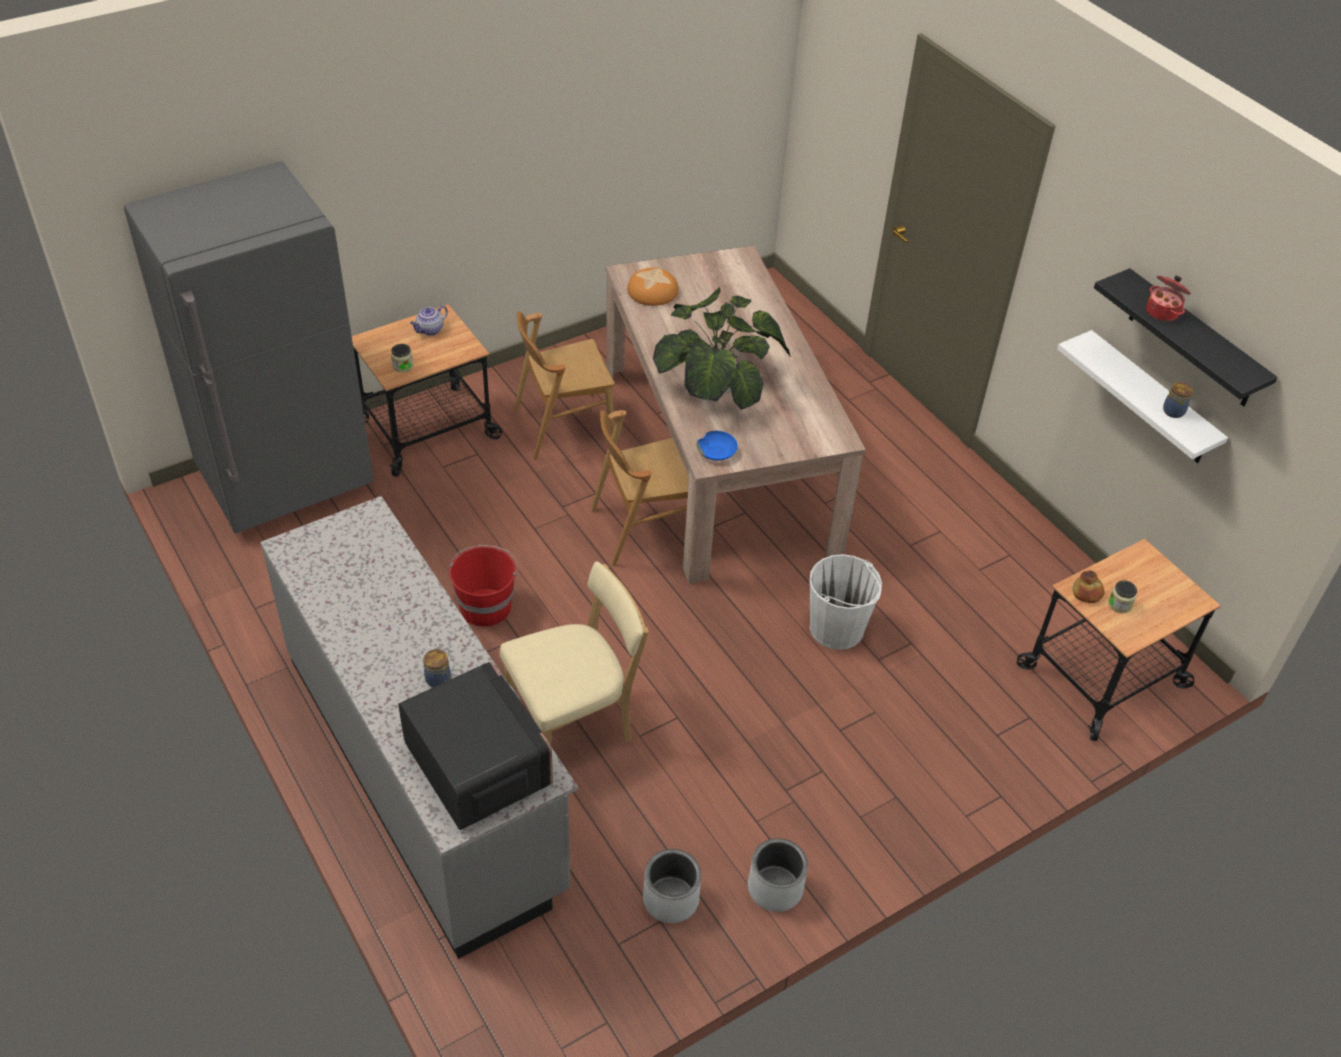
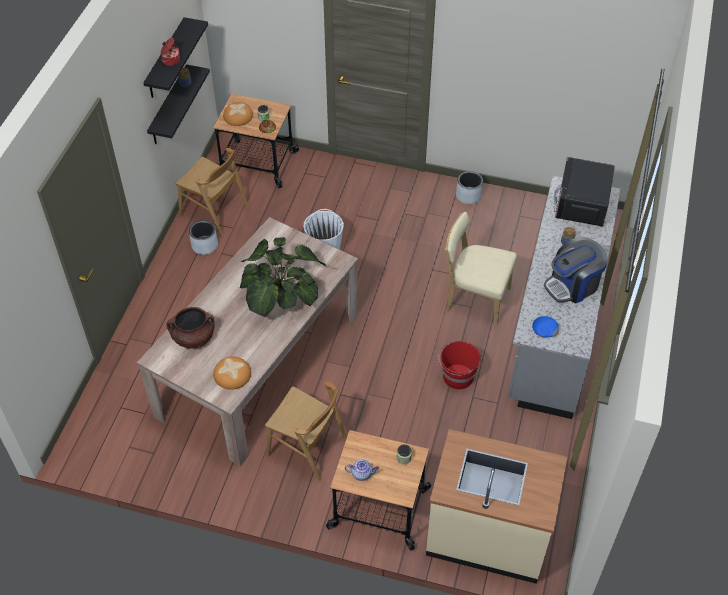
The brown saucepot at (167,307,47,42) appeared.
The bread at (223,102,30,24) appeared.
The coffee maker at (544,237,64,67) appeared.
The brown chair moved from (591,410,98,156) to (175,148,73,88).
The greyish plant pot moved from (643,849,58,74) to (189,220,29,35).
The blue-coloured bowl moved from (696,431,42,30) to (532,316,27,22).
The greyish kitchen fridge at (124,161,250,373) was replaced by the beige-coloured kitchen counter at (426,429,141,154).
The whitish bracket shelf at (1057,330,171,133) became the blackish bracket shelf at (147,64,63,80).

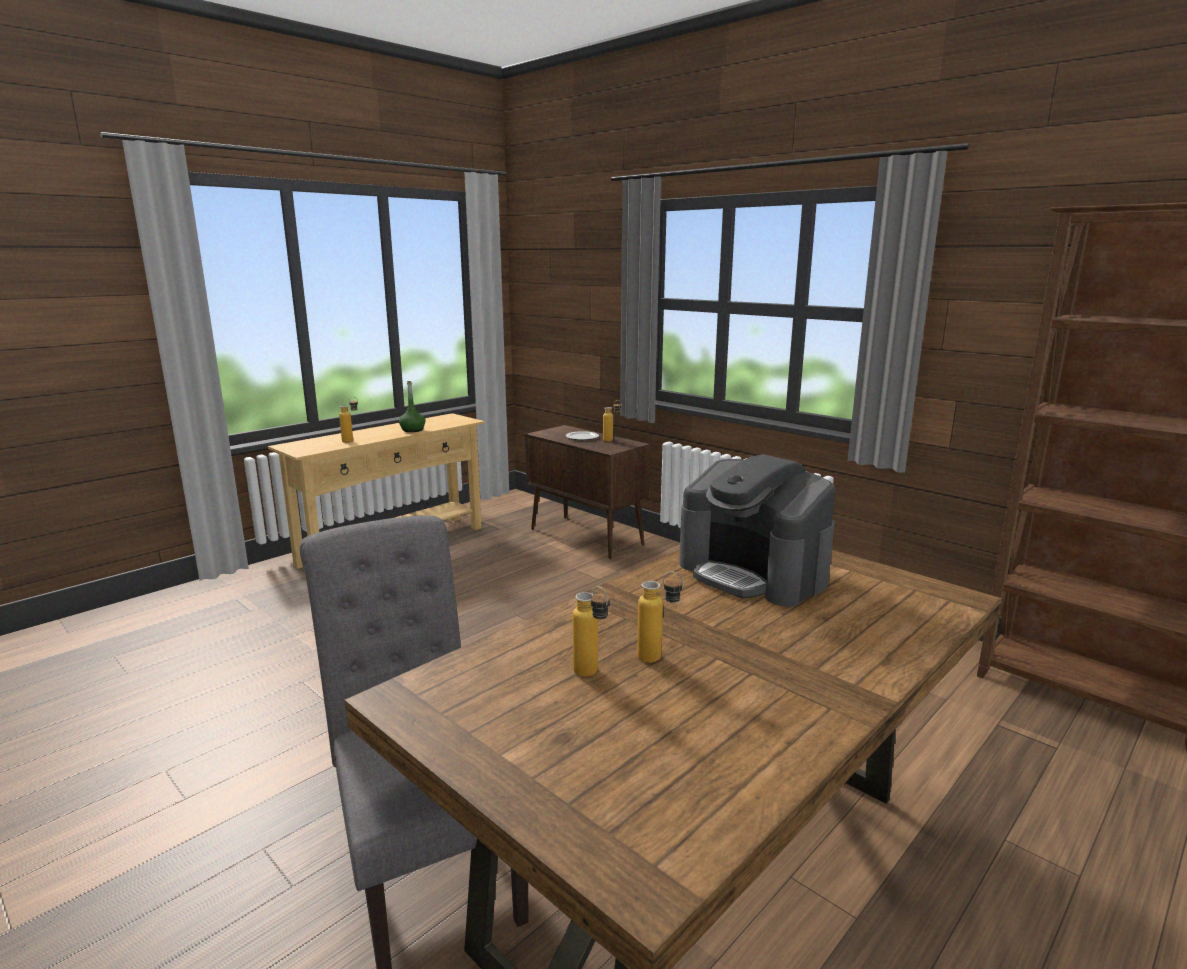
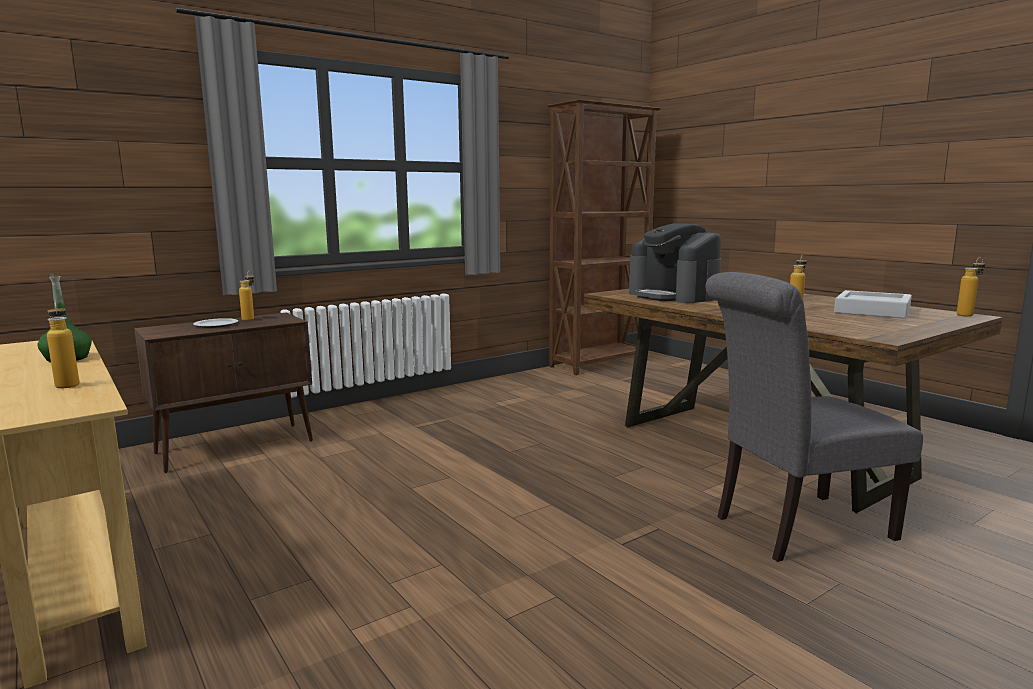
The greyish serving tray at (834,290,78,29) appeared.
The bottle moved from (573,586,37,91) to (957,257,28,60).
The coffee maker at (679,454,157,152) turned 90 degrees clockwise.

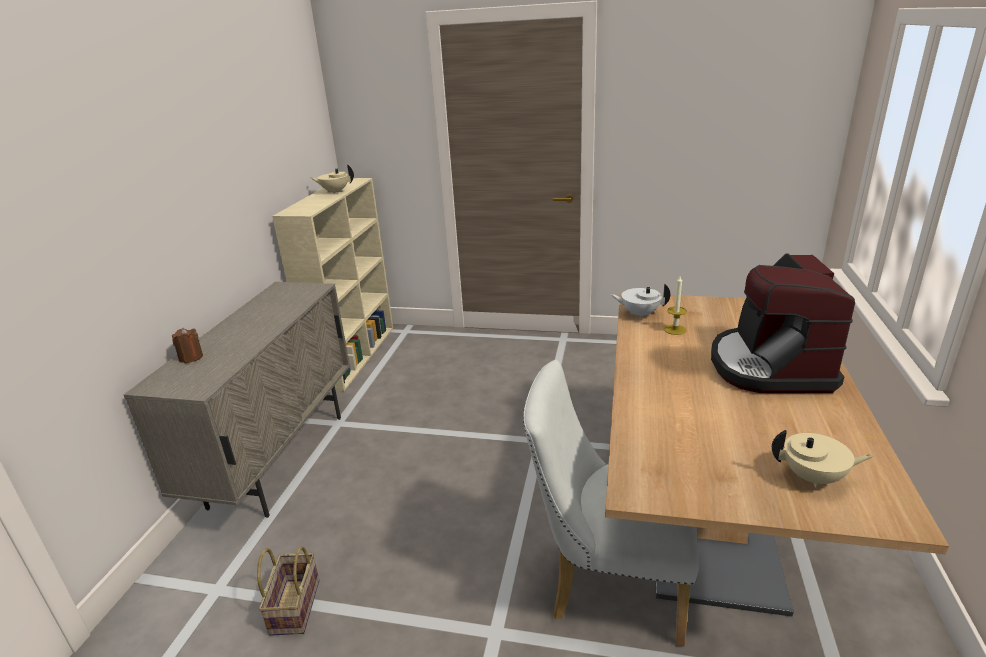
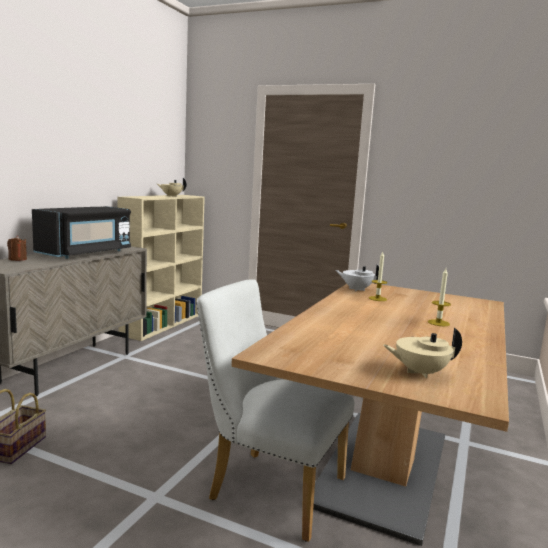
The blackish microwave at (32,206,99,53) appeared.
The coffee maker at (711,253,144,141) was replaced by the wax candle at (428,268,23,58).
The beige-coloured teapot at (772,430,101,59) turned 150 degrees clockwise.

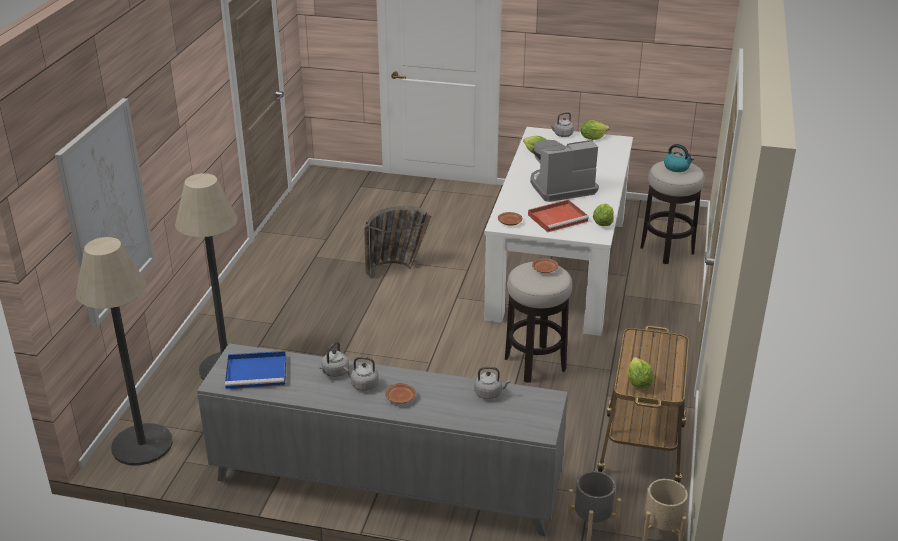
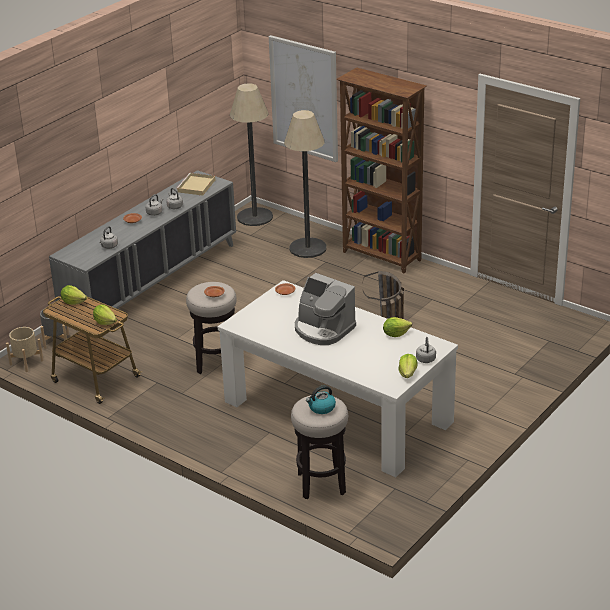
The reddish serving tray at (528,200,61,32) disappeared.
The brown bookshelf at (336,67,91,206) appeared.
The head of lettuce moved from (593,203,21,23) to (93,304,24,21).
The blue-coloured serving tray at (225,351,61,38) became the beige-coloured serving tray at (176,173,39,23).
The coffee maker at (530,140,69,62) turned 120 degrees clockwise.

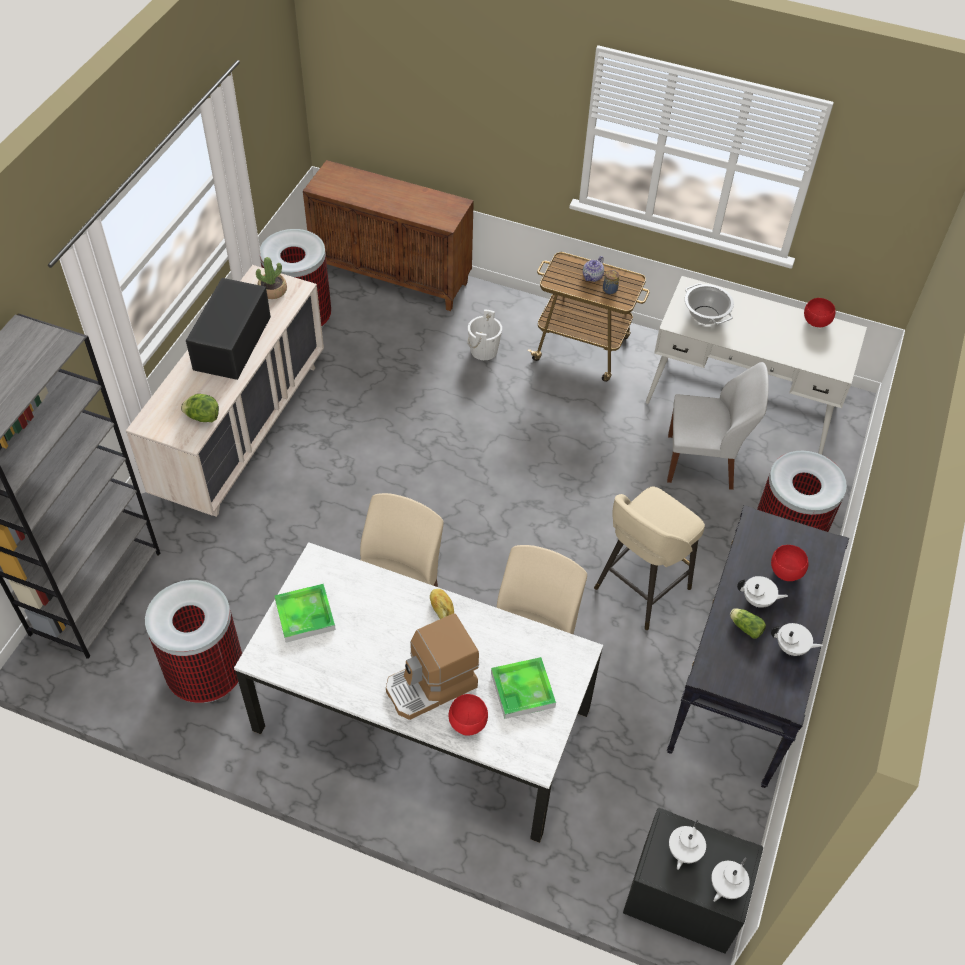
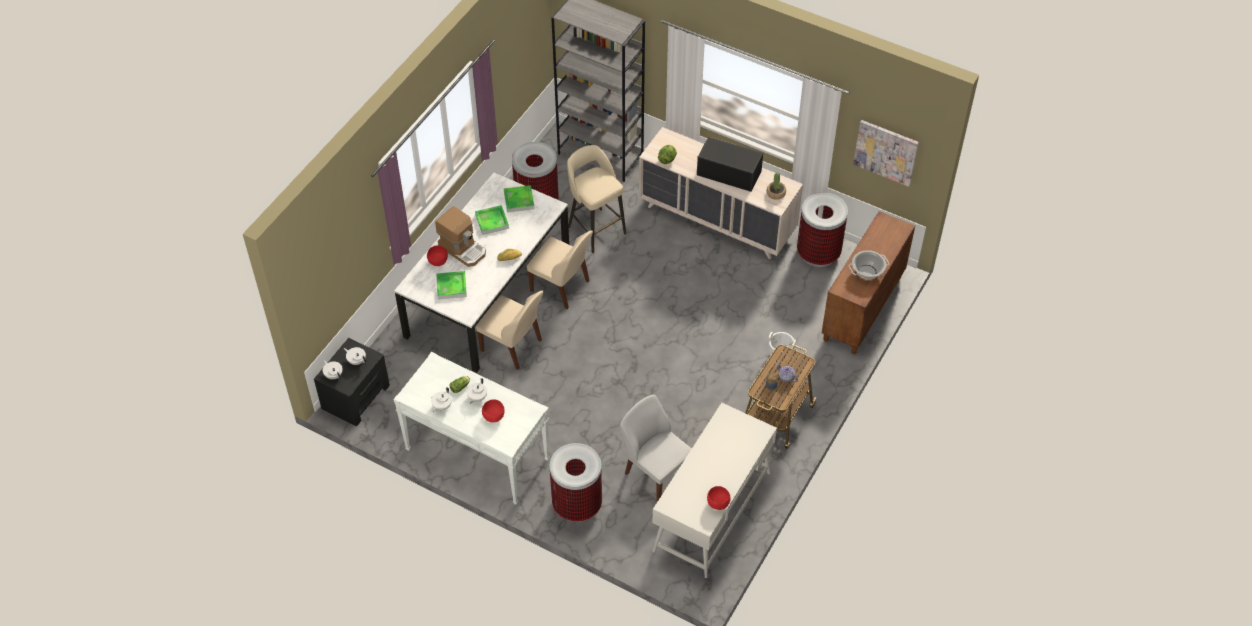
The serving tray at (475,205,34,30) appeared.
The picture at (853,120,66,67) appeared.
The beige-coloured stool moved from (594,486,111,144) to (567,145,59,108).
The saucepot moved from (684,283,50,41) to (849,250,40,29).
The blackish narrow table at (667,505,182,283) became the whitish narrow table at (393,352,156,153).
The coffee maker at (386,613,93,107) turned 150 degrees clockwise.
The whitish chair at (667,362,102,128) turned 120 degrees clockwise.

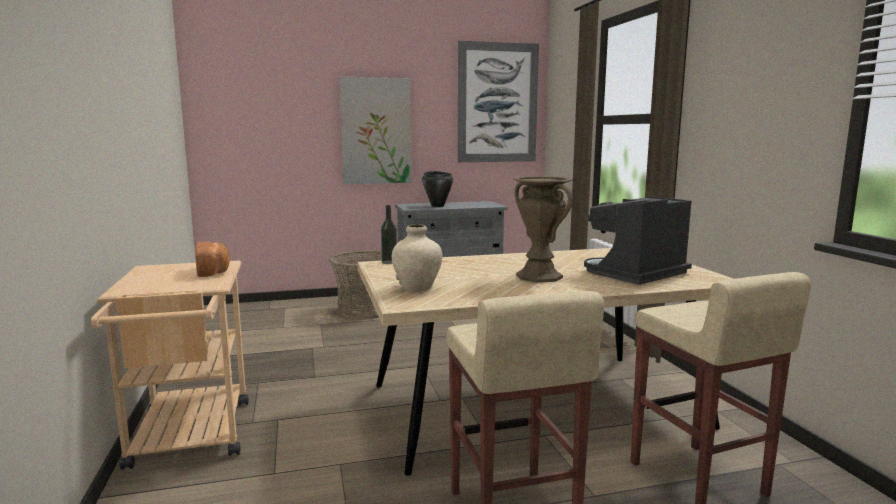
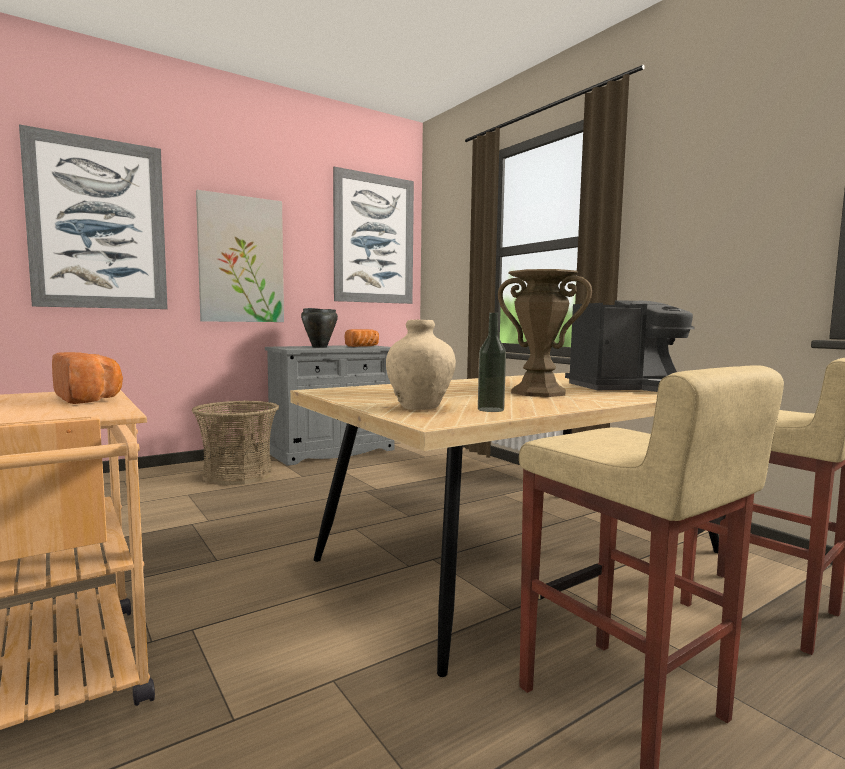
The picture at (19,124,149,185) appeared.
The bread at (344,329,35,18) appeared.
The bottle moved from (381,205,16,59) to (478,313,28,99).
The coffee maker at (584,196,108,89) turned 135 degrees counterclockwise.

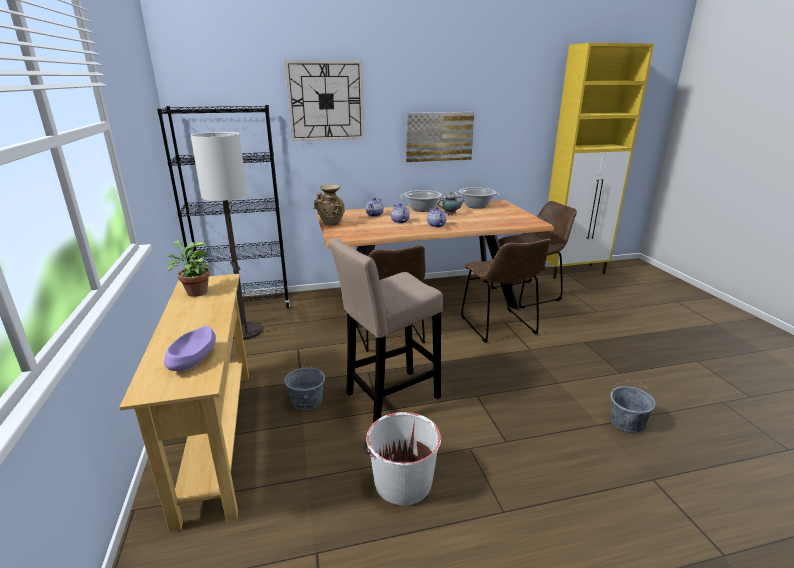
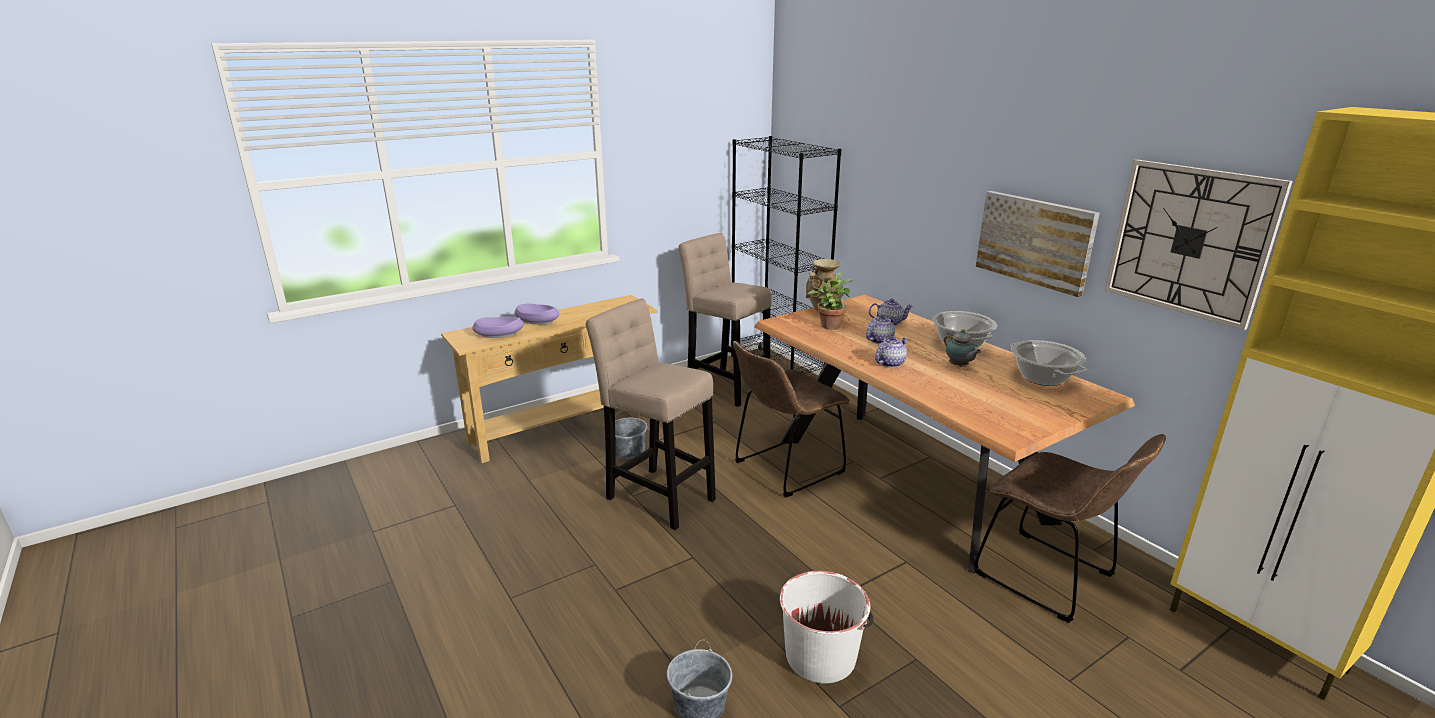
The brown chair at (461,239,90,104) disappeared.
The purple-coloured bowl at (514,303,45,22) appeared.
The plant in a pot moved from (167,240,45,57) to (808,273,44,56).
The wall clock moved from (285,60,79,81) to (1105,160,188,170).
The whitish bucket moved from (363,412,78,94) to (780,571,93,113).
The floor lamp at (191,132,71,208) was replaced by the beige-coloured stool at (678,233,94,174).

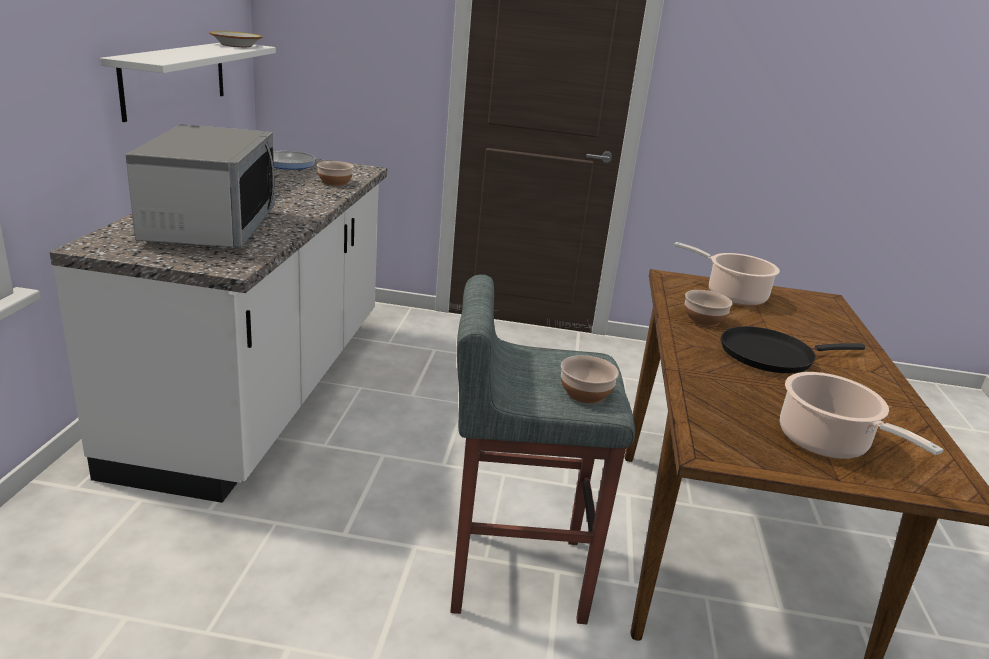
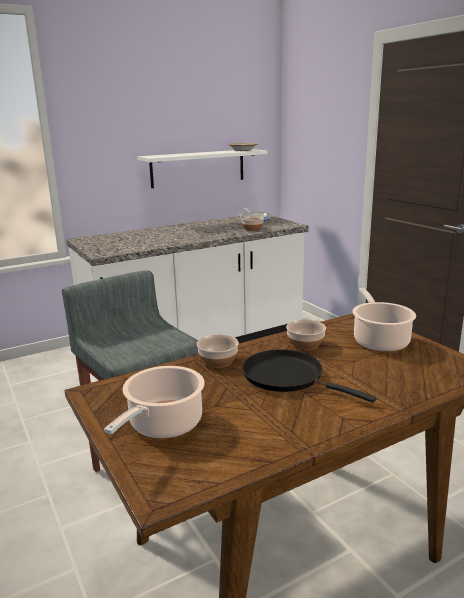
The microwave at (126,124,149,124) disappeared.
The bowl moved from (561,355,58,48) to (197,334,42,34).

